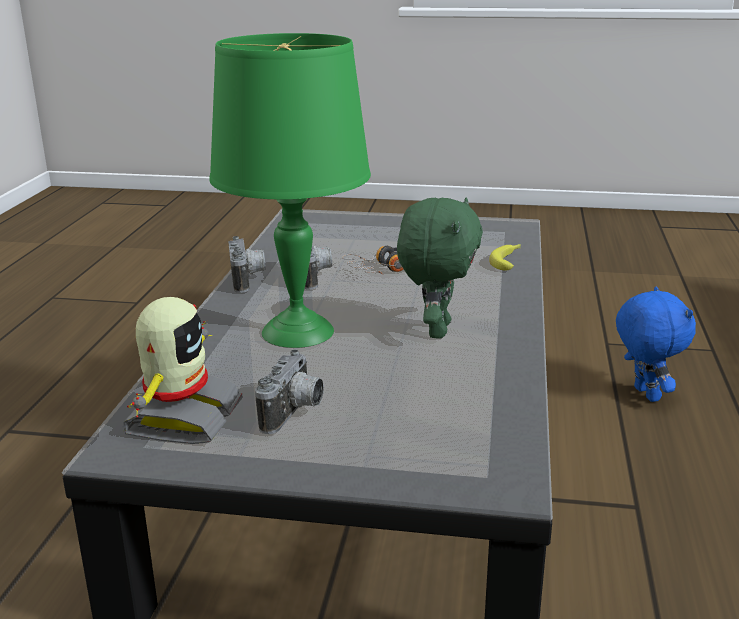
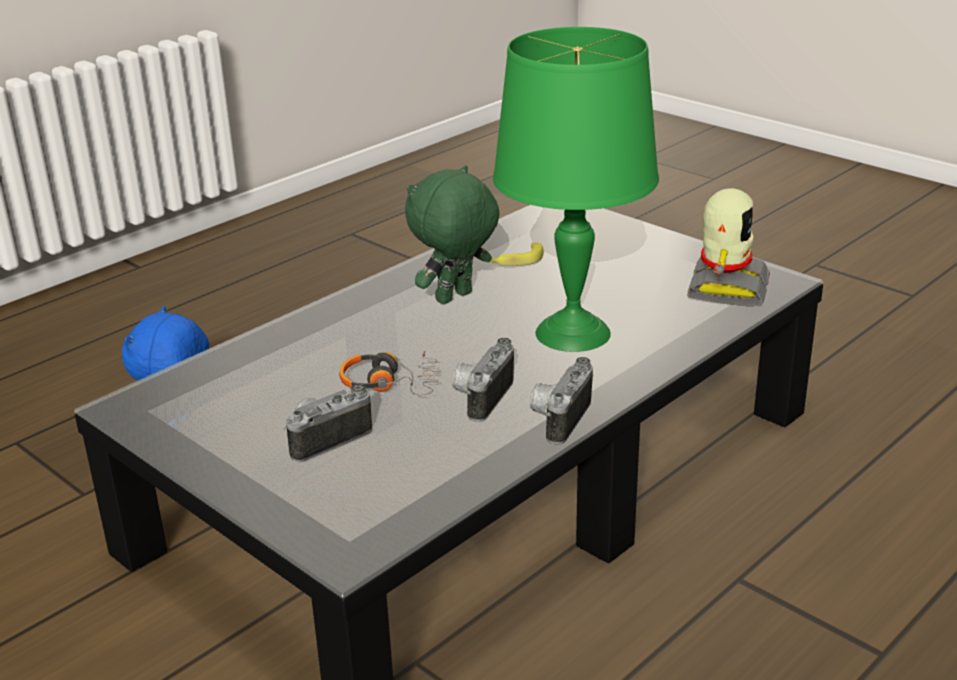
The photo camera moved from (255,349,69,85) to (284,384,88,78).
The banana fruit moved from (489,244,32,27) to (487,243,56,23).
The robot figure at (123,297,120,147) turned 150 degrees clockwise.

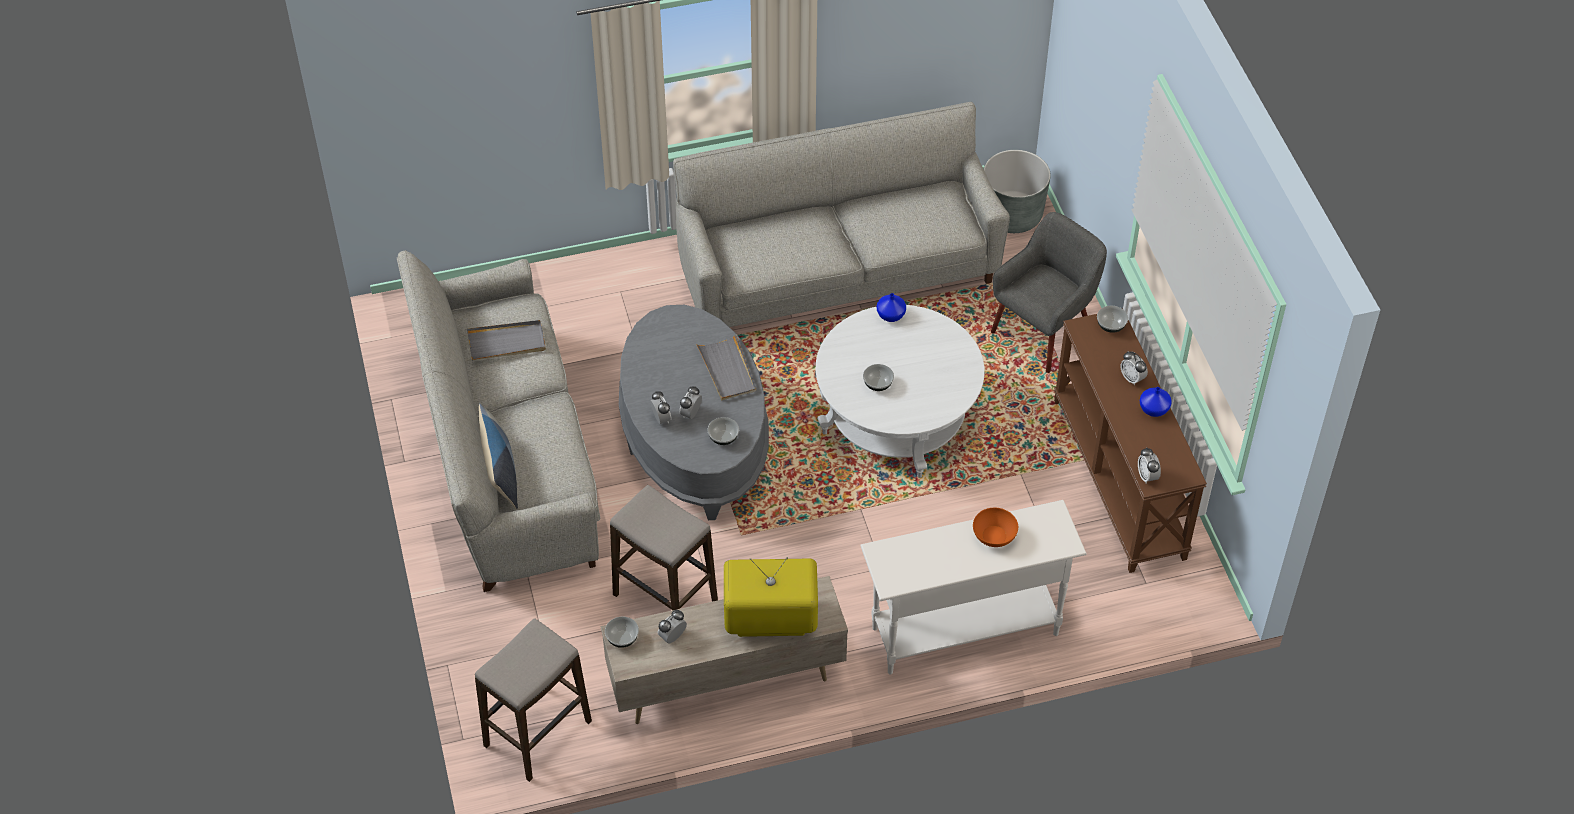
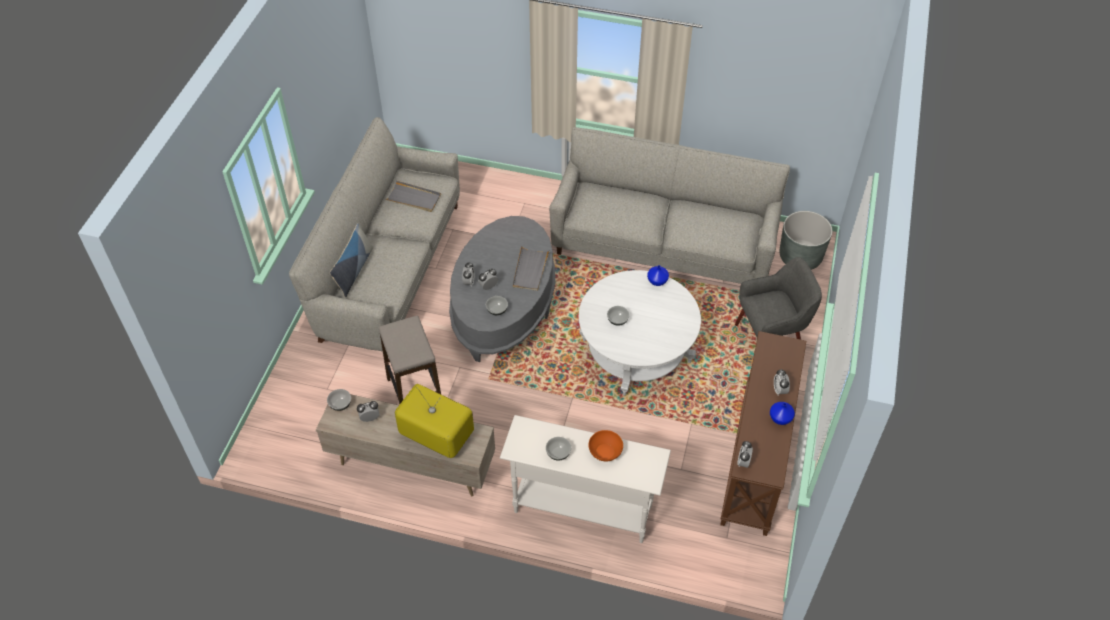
The stool at (475,618,117,164) disappeared.
The bowl moved from (1097,306,31,27) to (546,437,25,24).

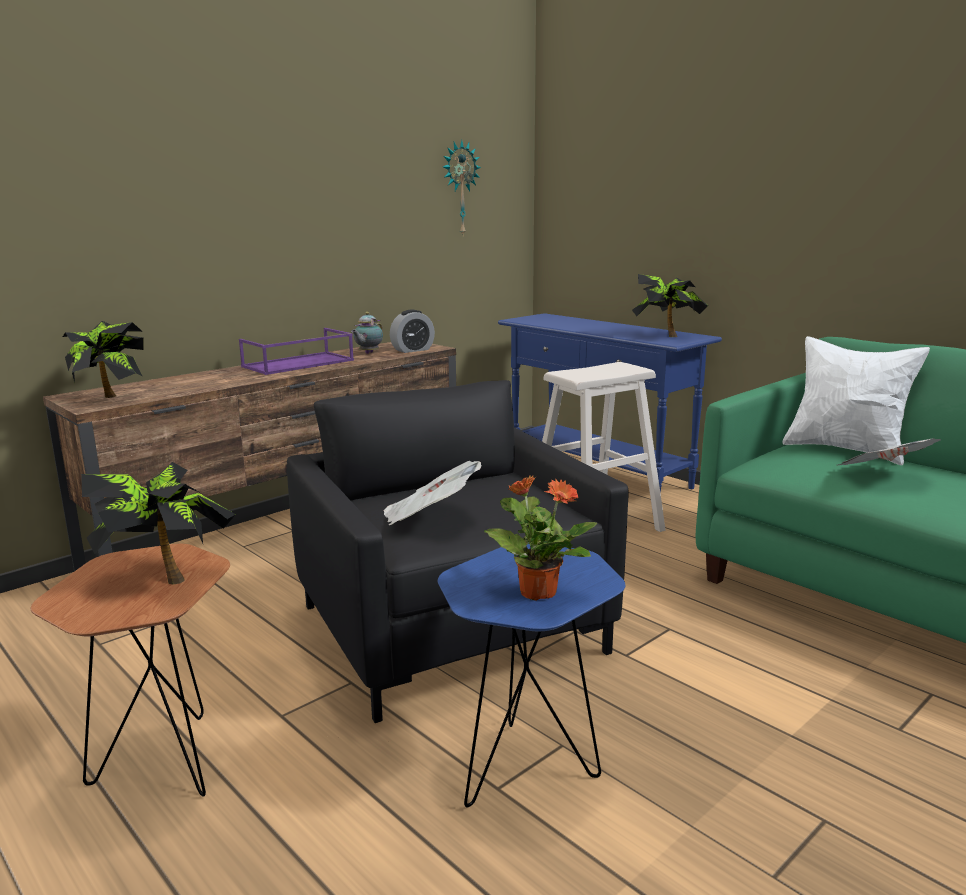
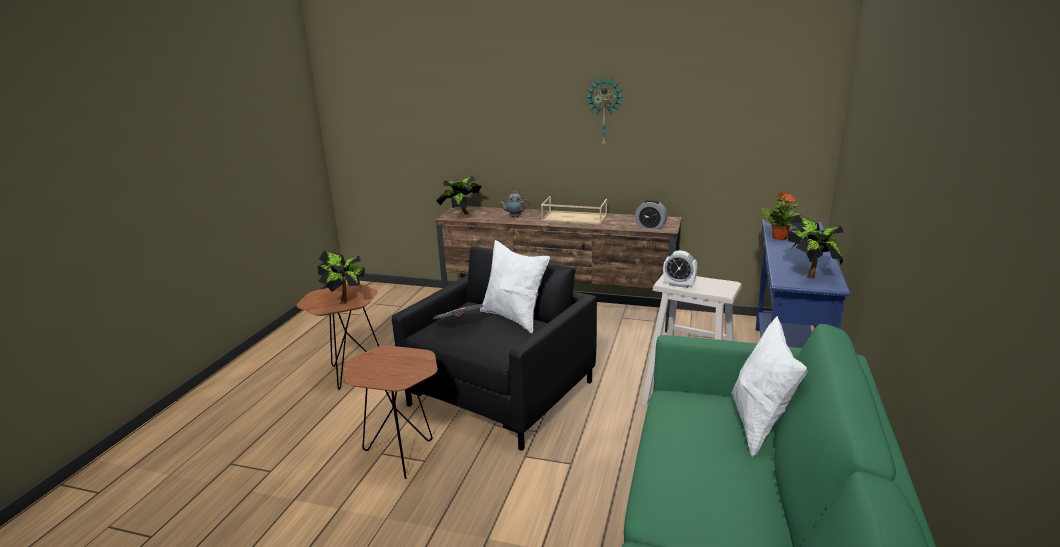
The newspaper at (838,438,103,27) disappeared.
The whitish pillow at (480,240,70,94) appeared.
The alarm clock at (663,250,34,38) appeared.
The teapot moved from (351,312,32,42) to (499,191,31,26).
The wall clock moved from (443,140,38,95) to (586,77,37,69).
The plant in a pot moved from (484,475,113,126) to (761,191,40,49).
The purple-coloured serving tray at (239,328,115,47) became the beige-coloured serving tray at (541,196,66,28).
The blue-coloured side table at (438,543,188,265) became the brown side table at (344,346,94,133).

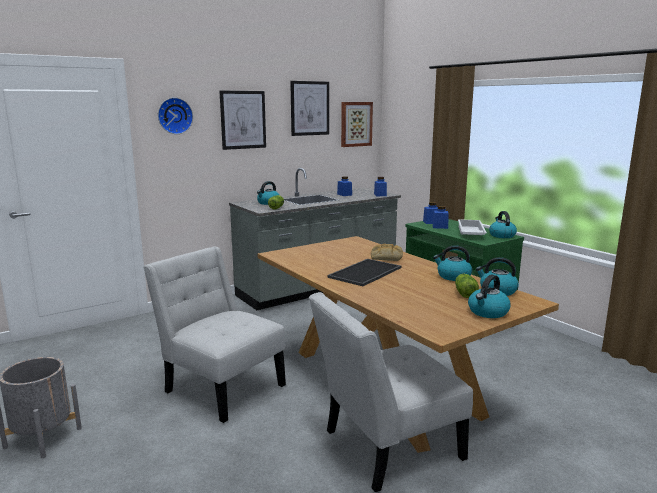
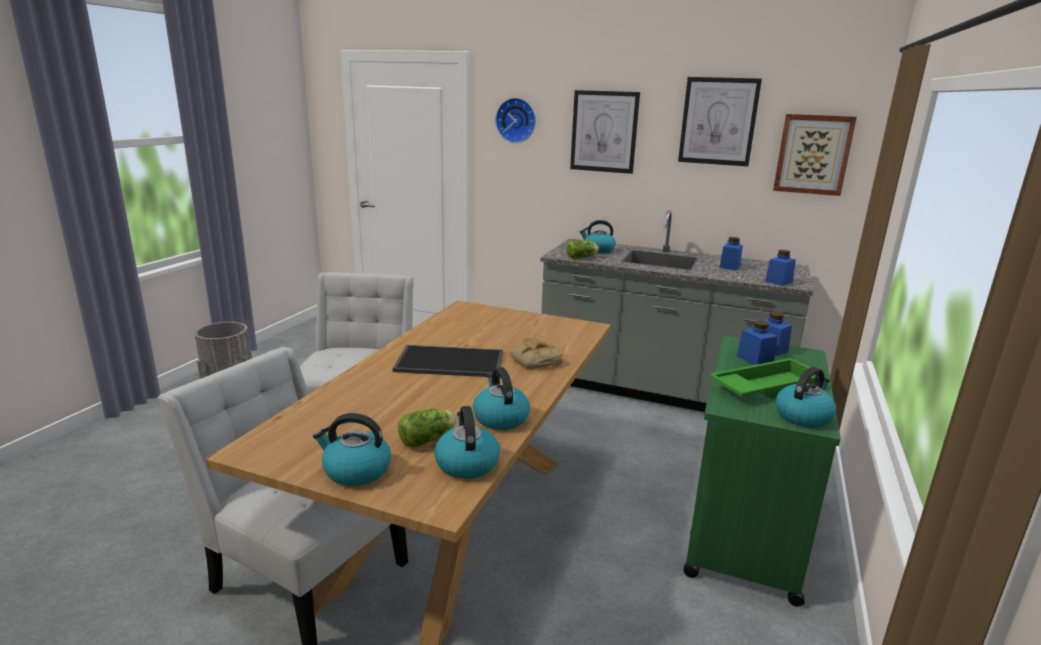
The whitish serving tray at (458,219,29,16) became the green-coloured serving tray at (709,358,117,41).

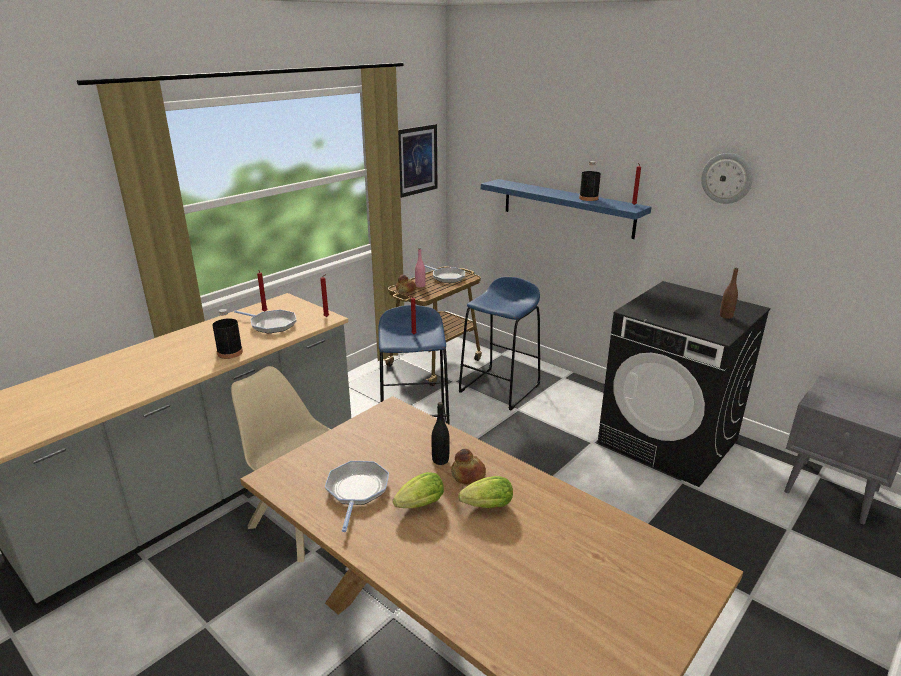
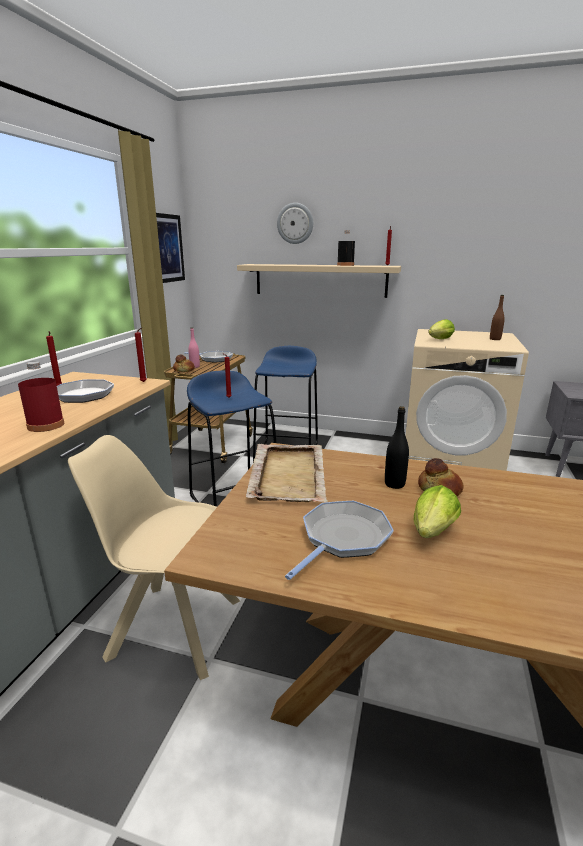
The beige-coloured serving tray at (246,444,82,58) appeared.
The head of lettuce moved from (458,476,55,32) to (428,319,27,20).
The wall clock moved from (701,153,52,51) to (277,203,36,41).
The blackish bottle at (213,309,30,50) became the reddish bottle at (18,361,46,71).
The blue-coloured bracket shelf at (481,179,171,60) became the beige-coloured bracket shelf at (237,264,164,34).
The blackish laundry appliance at (598,281,172,206) became the beige-coloured laundry appliance at (406,329,123,142).
The frying pan at (325,461,64,71) turned 60 degrees clockwise.

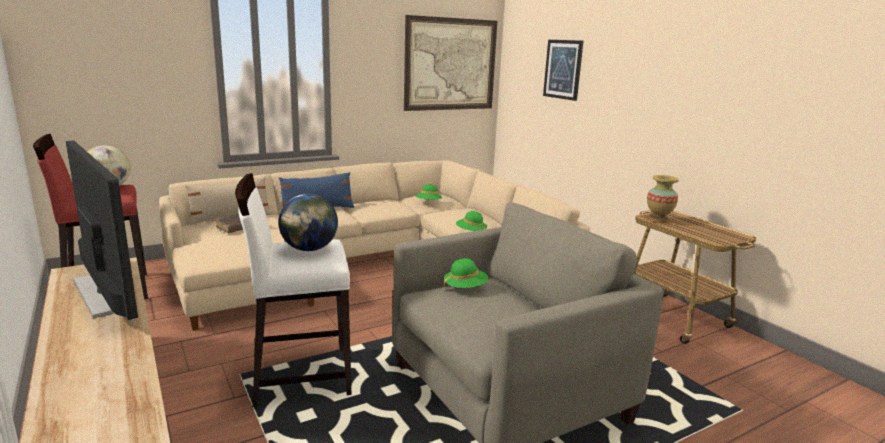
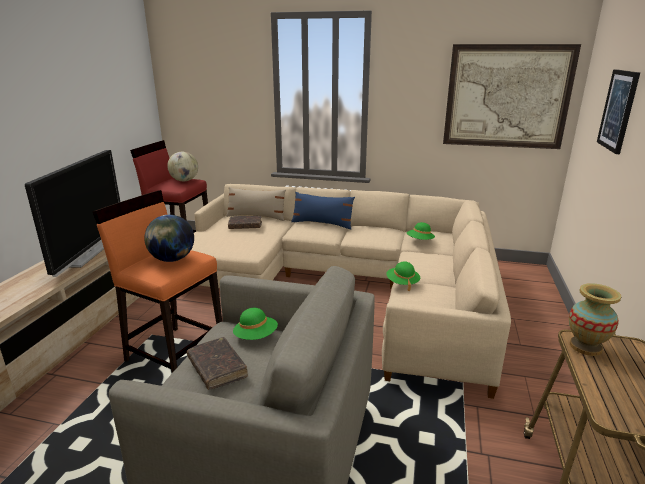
The brown volume at (187,337,61,53) appeared.
The whitish stool at (235,173,117,234) became the orange stool at (92,190,130,183).

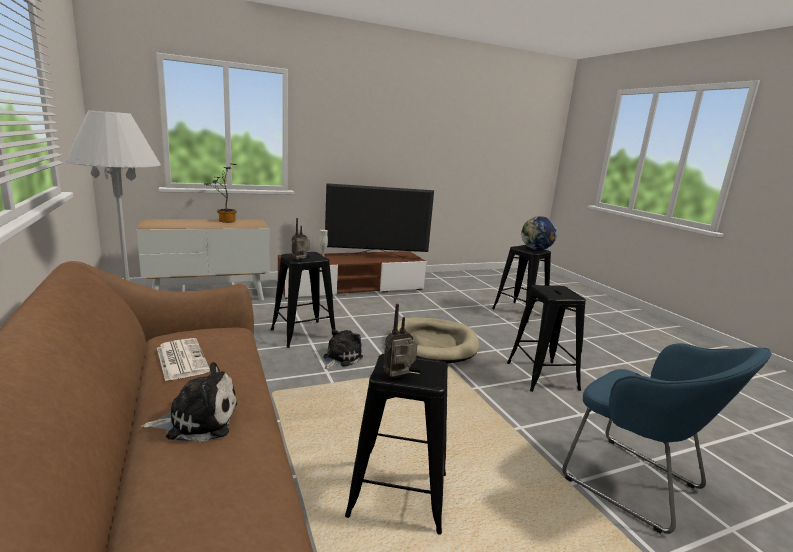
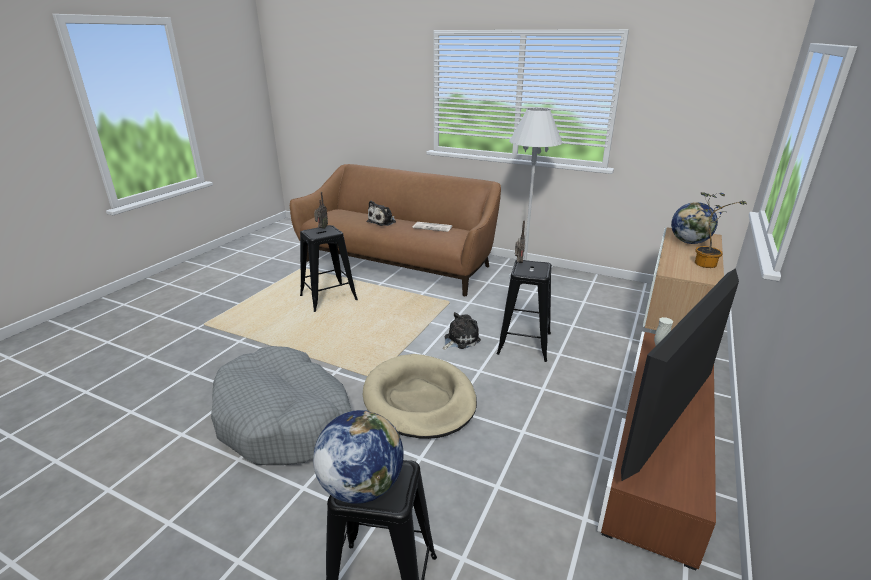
The blue-coloured lounge chair at (562,343,210,191) disappeared.
The globe at (671,202,47,42) appeared.
The blackish stool at (507,285,79,107) was replaced by the greyish dog cushion at (211,346,140,119).
The cuddly toy at (323,329,40,40) turned 120 degrees counterclockwise.

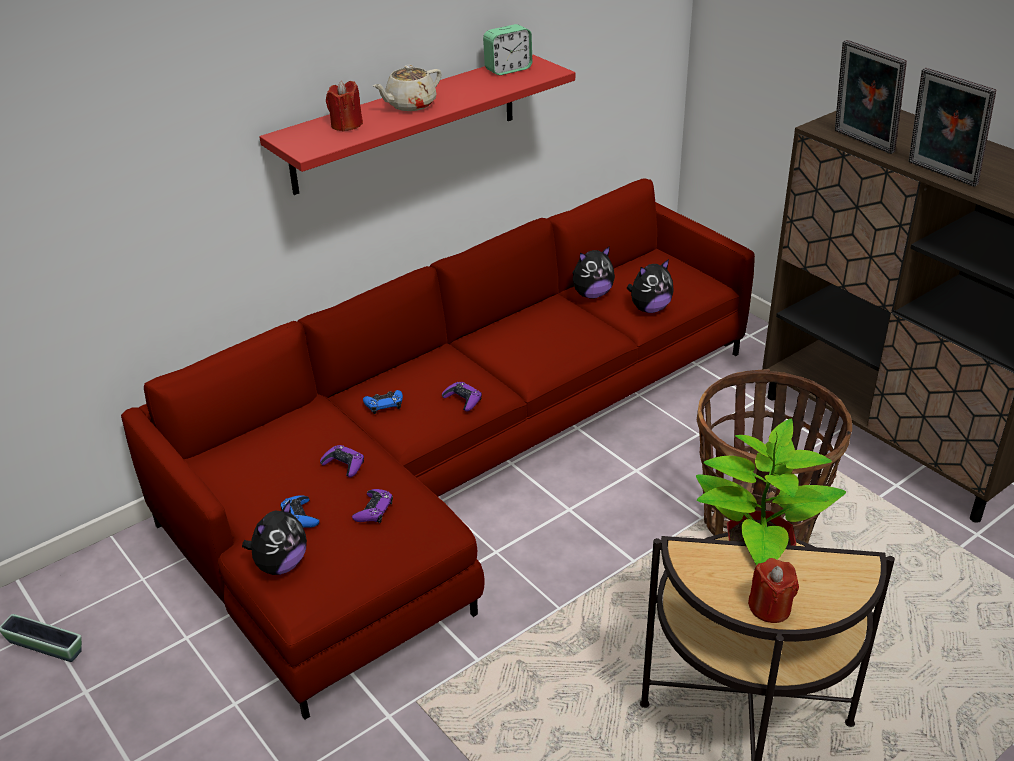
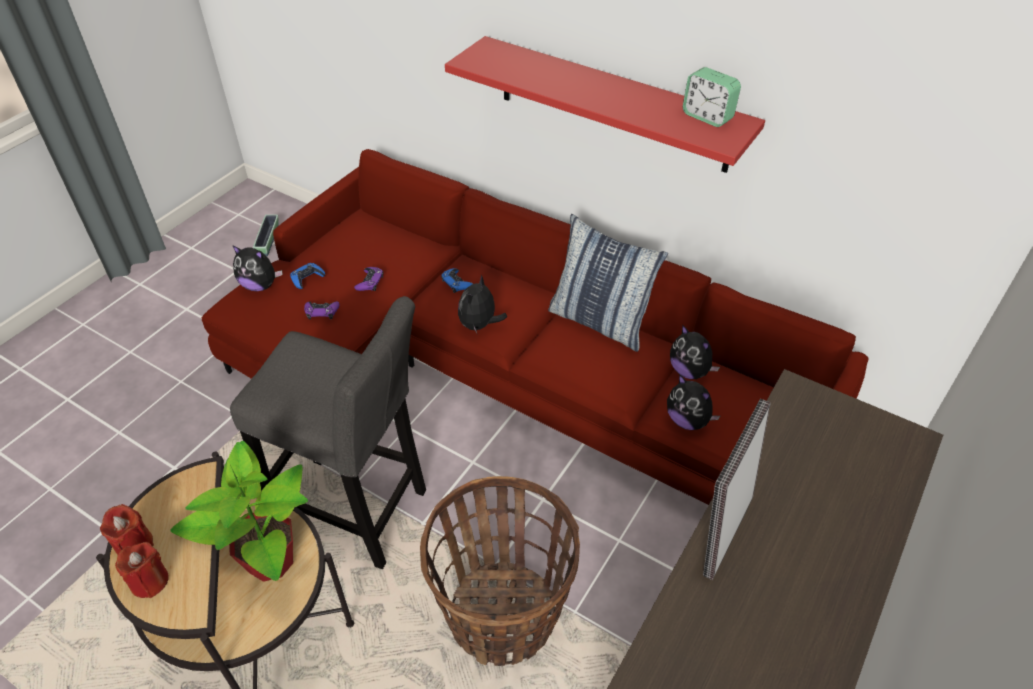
The beige-coloured teapot at (373,65,69,46) disappeared.
The photo frame at (835,40,72,114) disappeared.
The greyish stool at (230,296,196,273) appeared.
The pillow at (548,214,120,138) appeared.
The reddish wax candle moved from (326,81,37,51) to (115,542,54,56).
The purple-coloured game controller at (442,382,40,30) was replaced by the cuddly toy at (458,274,49,59).

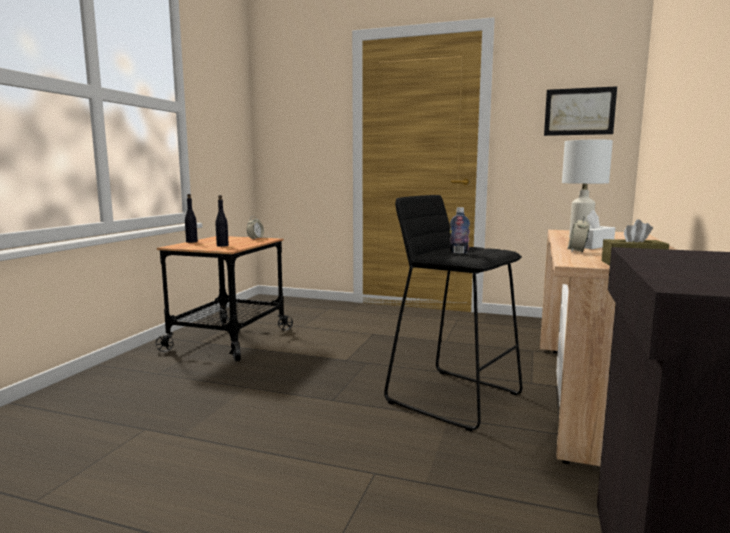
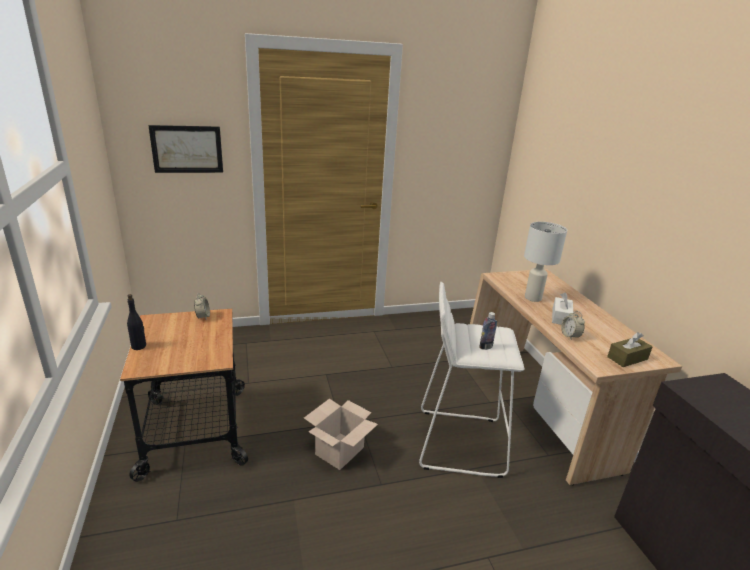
The blackish bottle at (216,195,13,52) disappeared.
The cardboard box at (304,399,74,71) appeared.
The picture moved from (544,86,73,50) to (148,125,75,48).
The blackish stool at (384,195,139,237) became the whitish stool at (419,282,105,196).

